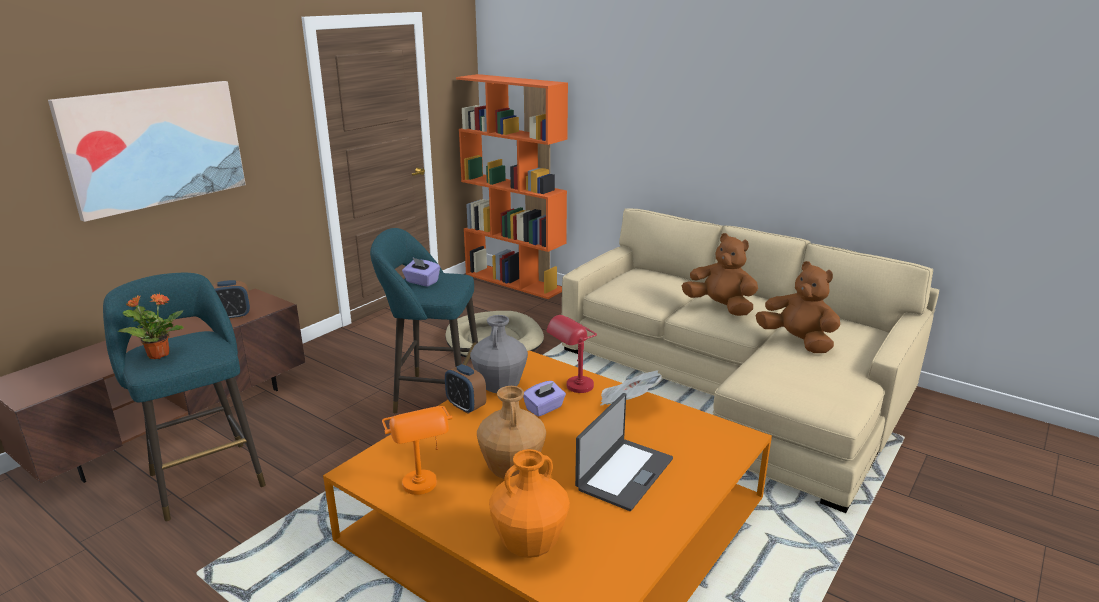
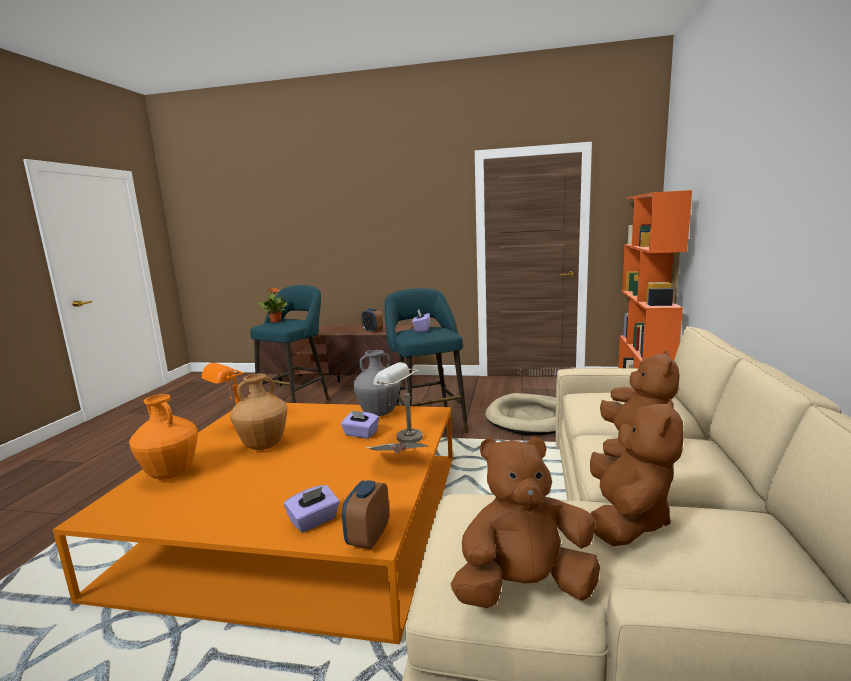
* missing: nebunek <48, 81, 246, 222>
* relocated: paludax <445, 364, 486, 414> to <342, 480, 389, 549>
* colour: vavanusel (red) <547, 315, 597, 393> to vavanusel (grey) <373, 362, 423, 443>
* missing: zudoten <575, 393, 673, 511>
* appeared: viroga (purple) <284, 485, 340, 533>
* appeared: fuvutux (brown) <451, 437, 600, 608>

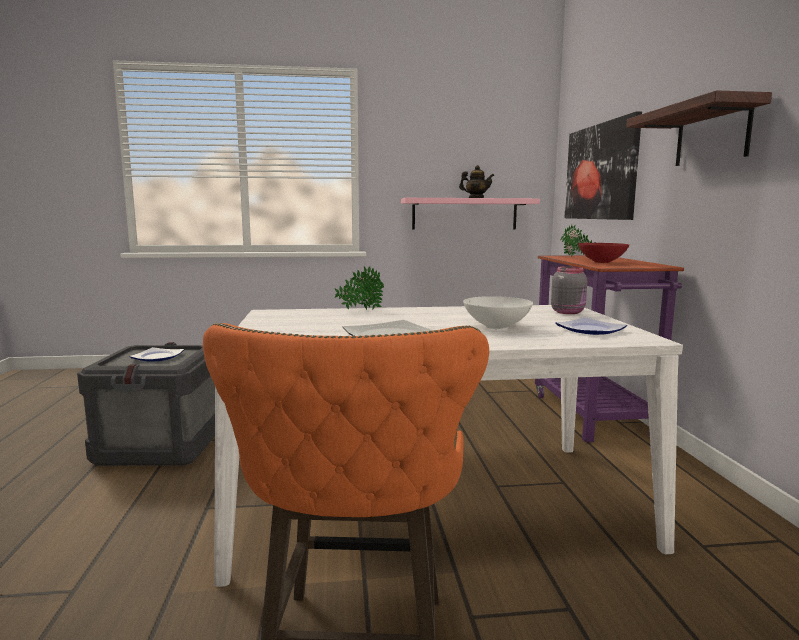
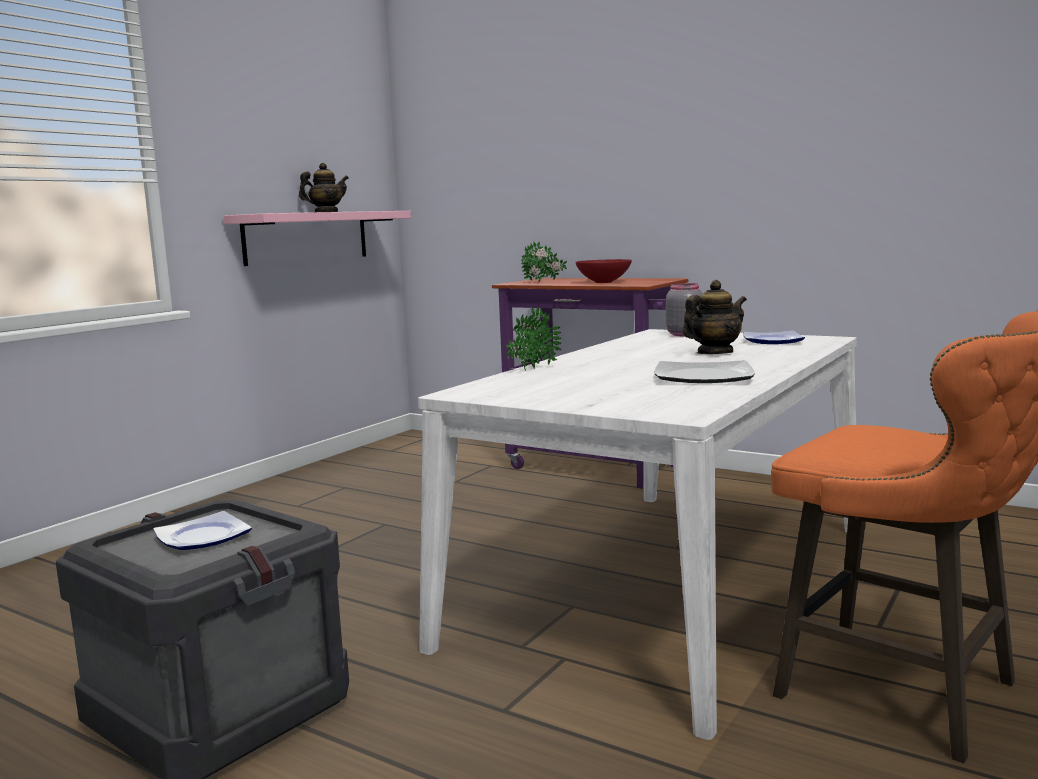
* exchanged: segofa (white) <463, 296, 533, 329> to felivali <683, 280, 747, 354>
* missing: nebunek <564, 111, 642, 220>
* missing: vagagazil <626, 90, 772, 166>

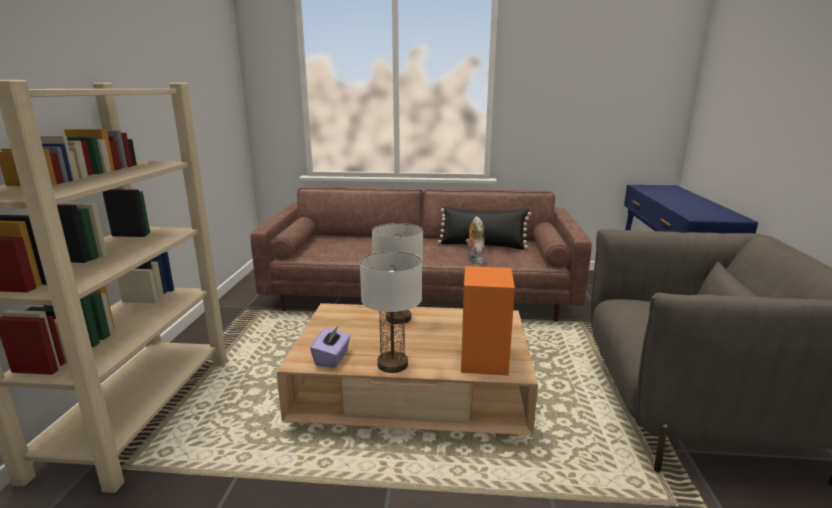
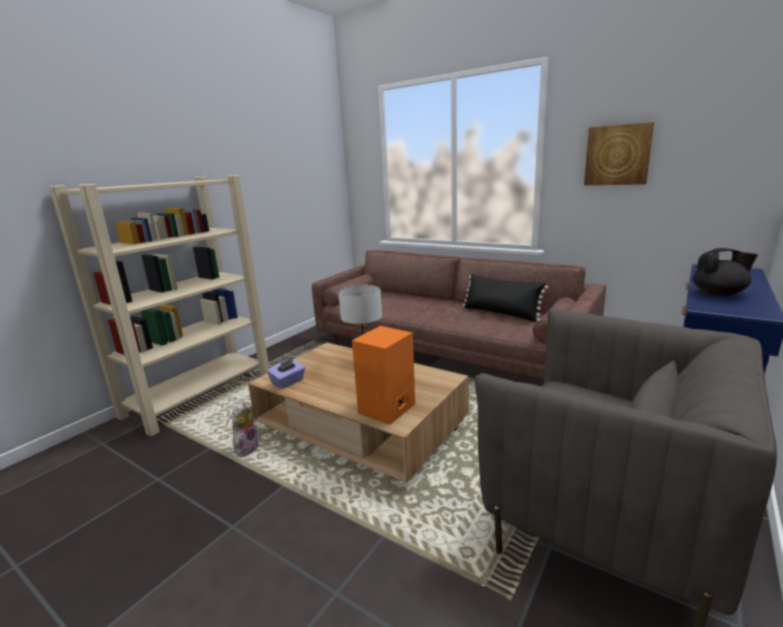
* missing: vavanusel <360, 251, 422, 373>
* relocated: fuvutux <466, 216, 486, 264> to <232, 402, 258, 457>
* appeared: nebunek <584, 122, 654, 185>
* appeared: felivali (black) <693, 248, 758, 296>

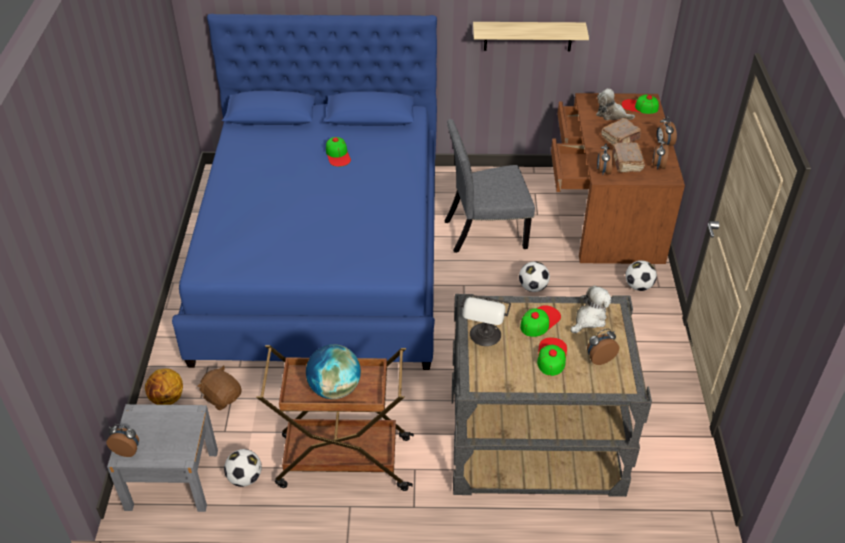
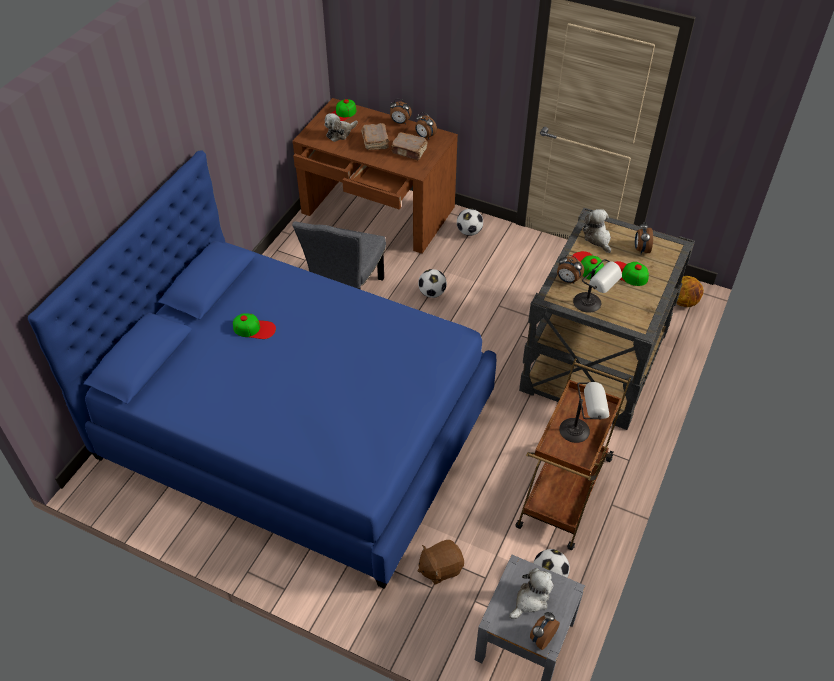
* relocated: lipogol <145, 369, 183, 405> to <676, 276, 704, 307>
* exchanged: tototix <306, 344, 361, 399> to vavanusel <559, 382, 609, 443>
* missing: vagagazil <473, 22, 589, 51>
* relocated: paludax <597, 143, 613, 175> to <557, 255, 584, 283>
* appeared: fuvutux <509, 568, 554, 619>

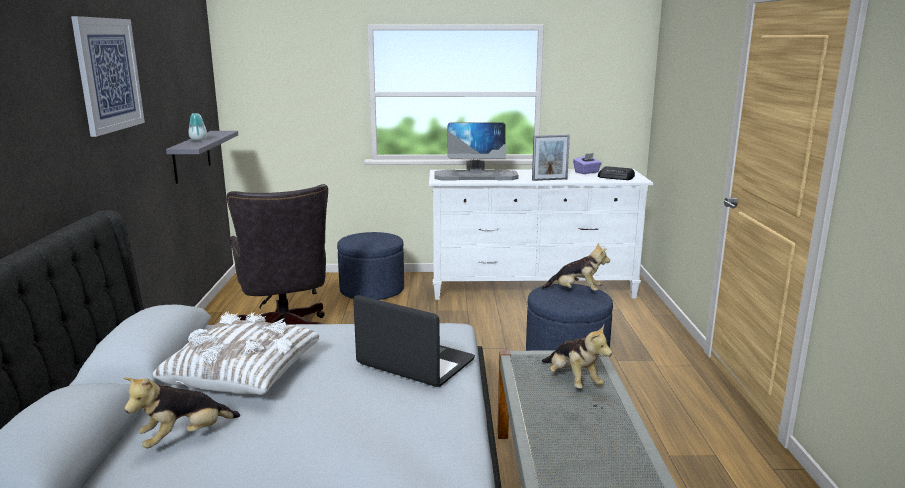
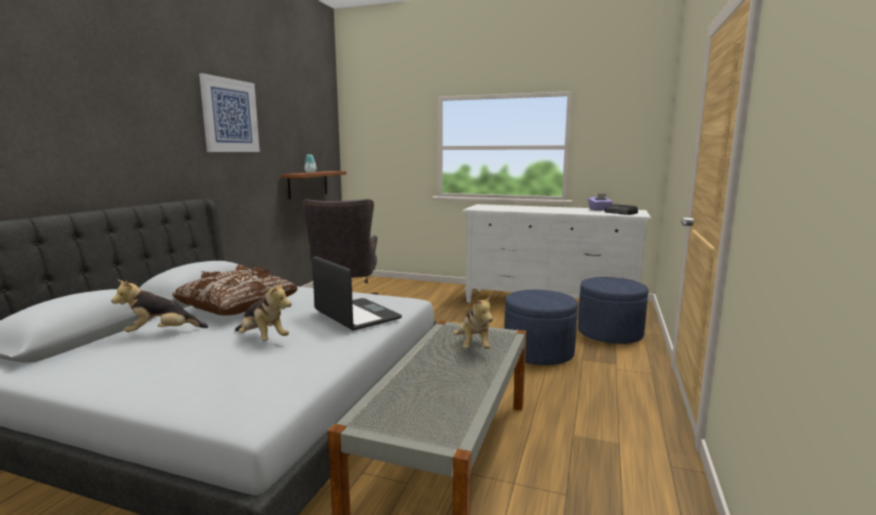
* colour: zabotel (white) <152, 311, 319, 395> to zabotel (brown) <172, 263, 298, 316>
* colour: vagagazil (grey) <166, 131, 238, 184> to vagagazil (brown) <281, 171, 346, 199>
* relocated: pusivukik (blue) <337, 232, 404, 300> to <578, 277, 649, 344>
* missing: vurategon <434, 122, 519, 181>
* missing: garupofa <532, 135, 570, 181>
* relocated: fuvutux <542, 243, 610, 291> to <235, 282, 292, 341>

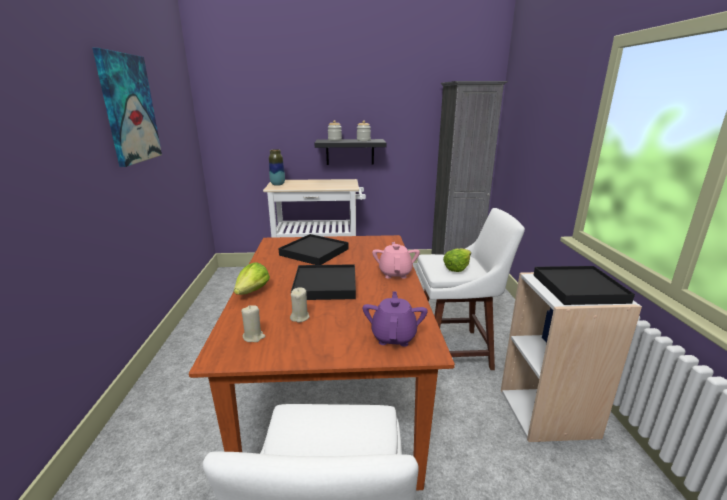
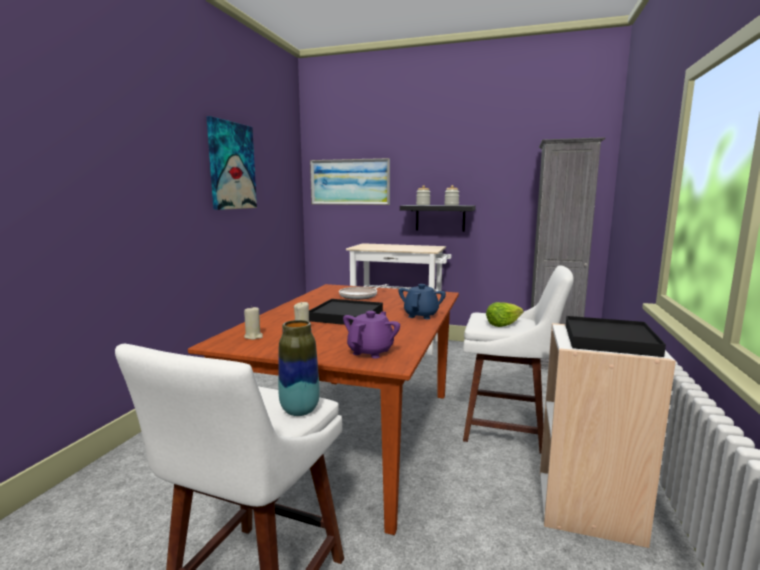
* missing: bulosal <234, 262, 270, 295>
* relocated: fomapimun <269, 149, 285, 186> to <278, 320, 320, 416>
* exchanged: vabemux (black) <278, 234, 349, 265> to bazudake <339, 284, 388, 300>
* colour: felivali (pink) <372, 242, 420, 279> to felivali (blue) <398, 284, 446, 319>
* appeared: nebunek <310, 158, 390, 205>

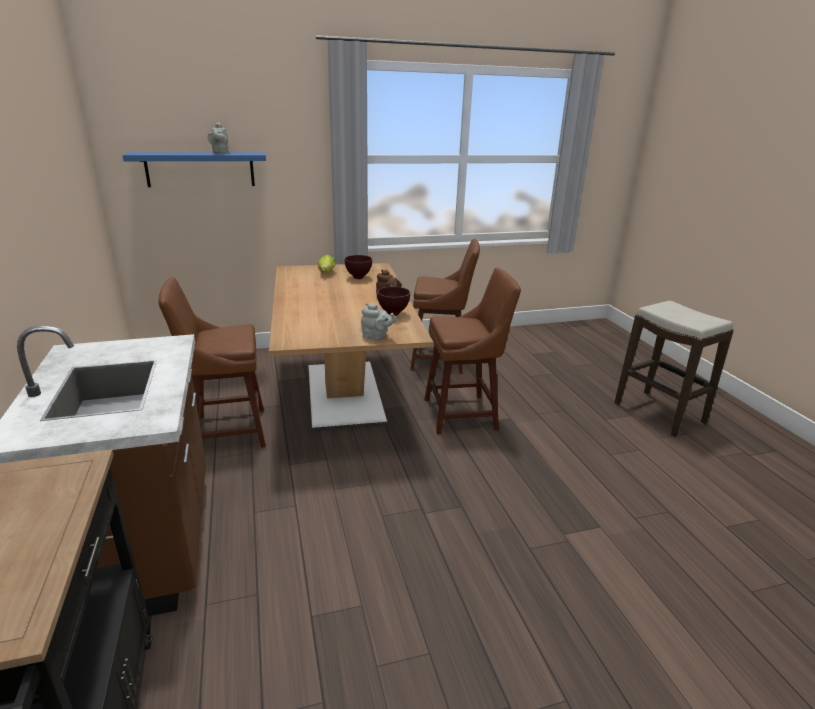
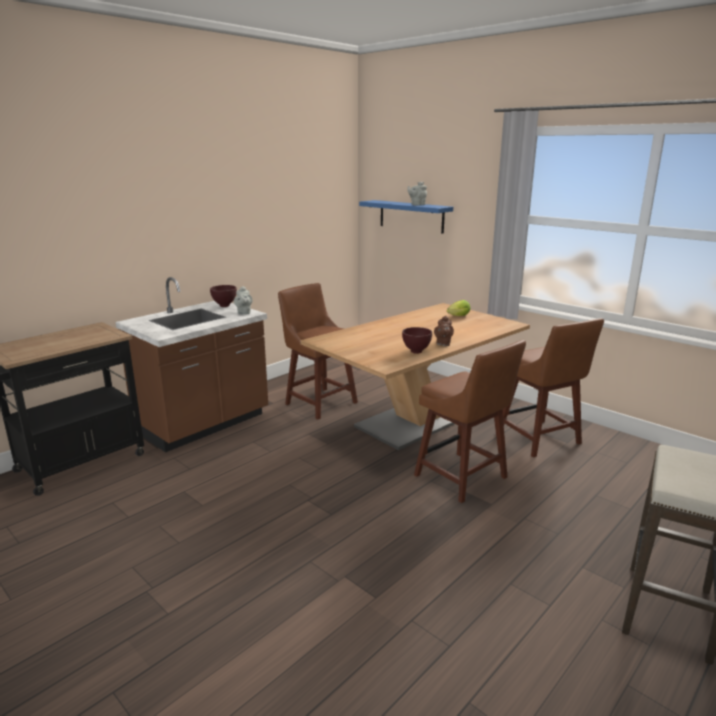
* relocated: segofa (brown) <344, 255, 372, 279> to <210, 285, 237, 307>
* relocated: felivali (grey) <361, 303, 397, 340> to <234, 286, 253, 314>

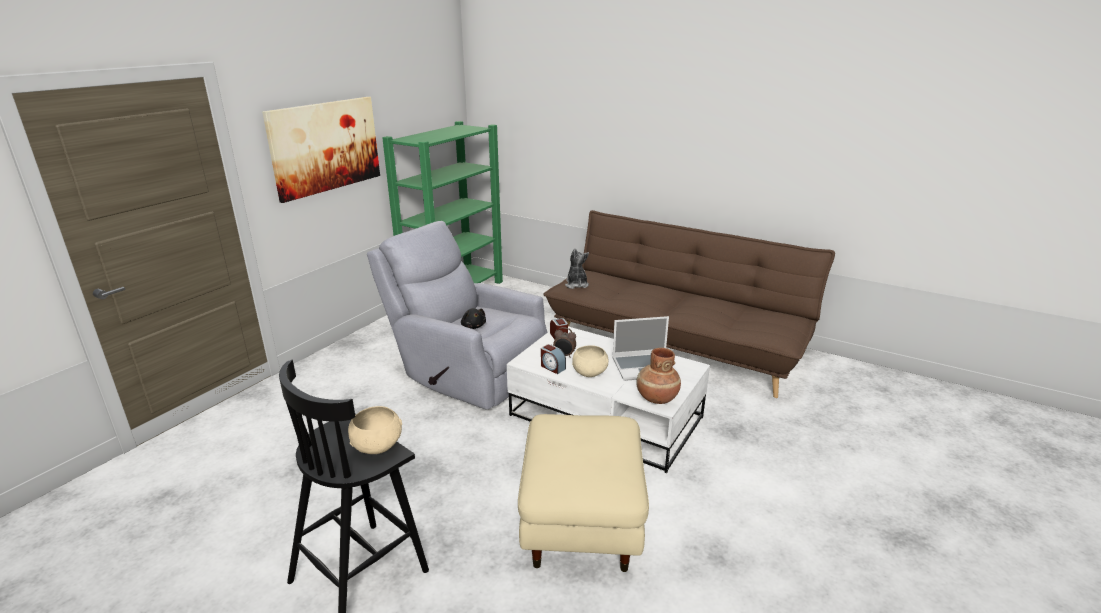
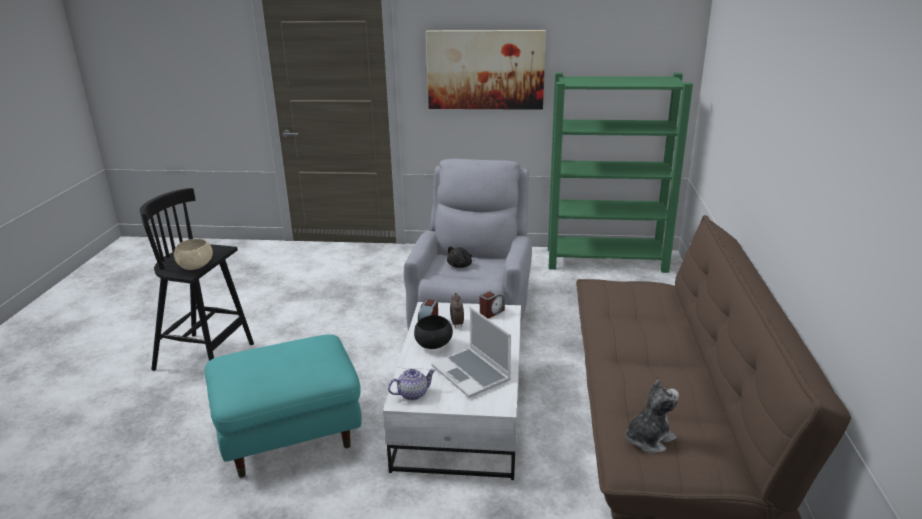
* colour: pusivukik (beige) <518, 414, 649, 572> to pusivukik (turquoise) <205, 334, 362, 477>
* relocated: fuvutux <565, 248, 589, 289> to <626, 379, 679, 453>
* colour: segofa (beige) <572, 345, 609, 377> to segofa (black) <414, 315, 453, 349>
* exchanged: fomapimun (brown) <636, 348, 681, 404> to felivali <388, 369, 436, 400>

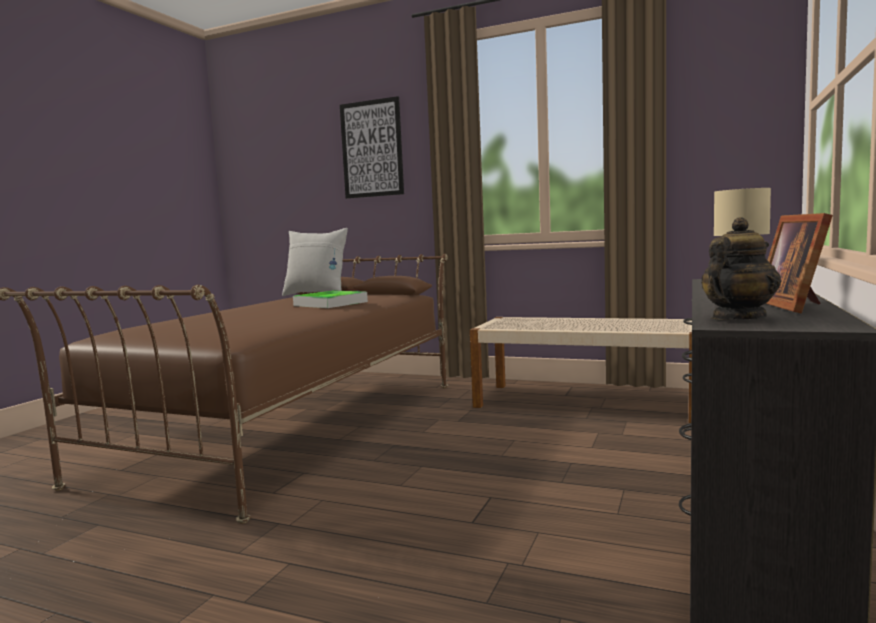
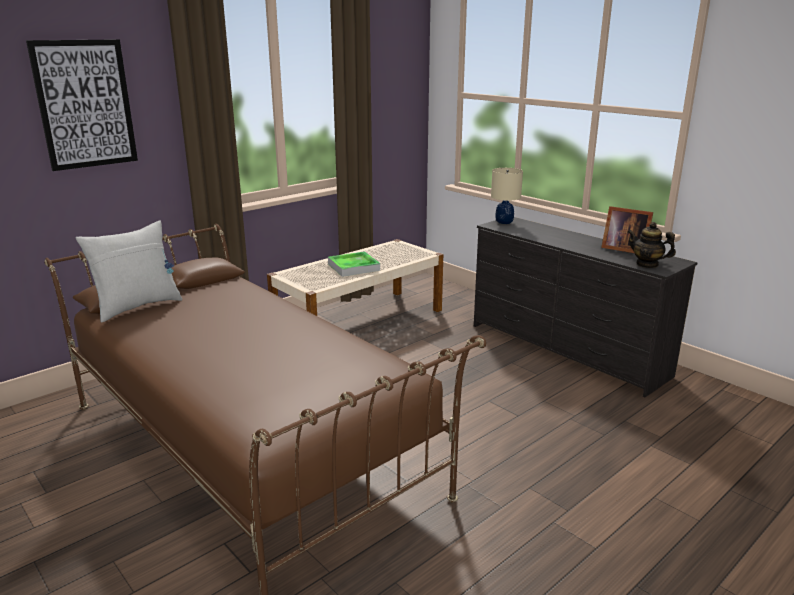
* relocated: vabemux <293, 290, 368, 308> to <328, 251, 380, 277>
* spun: felivali <701, 217, 781, 320> = <628, 222, 676, 268> 45 degrees counterclockwise

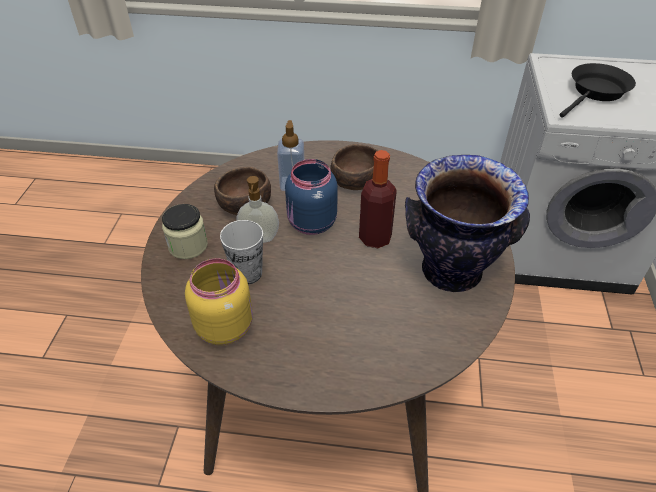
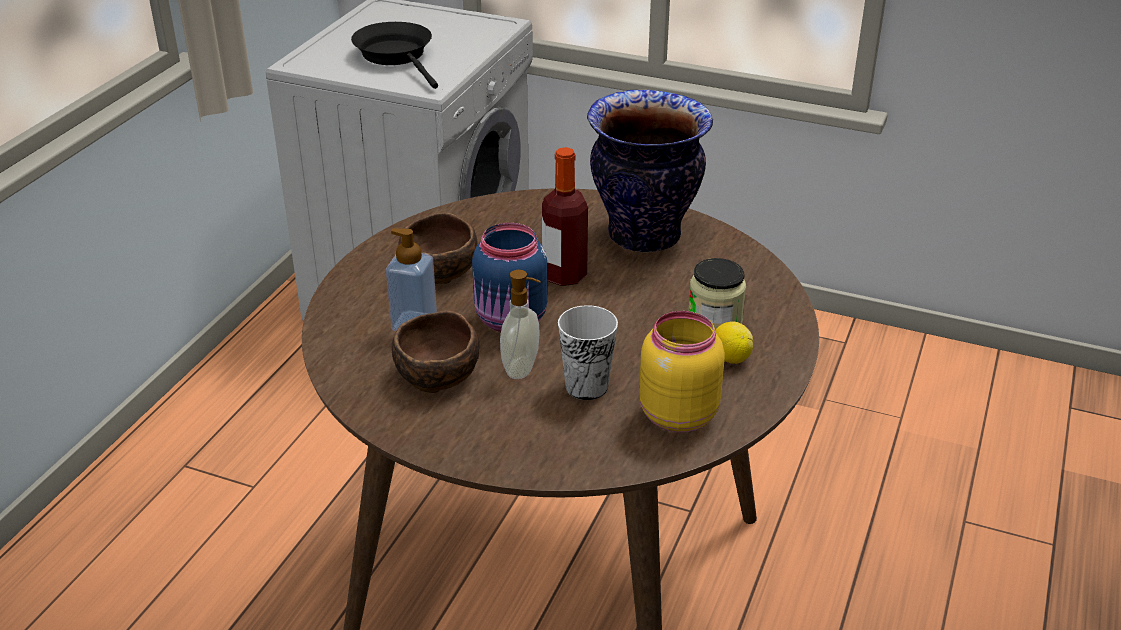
* relocated: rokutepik <162, 204, 208, 259> to <688, 258, 746, 330>
* appeared: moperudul <715, 321, 753, 364>

